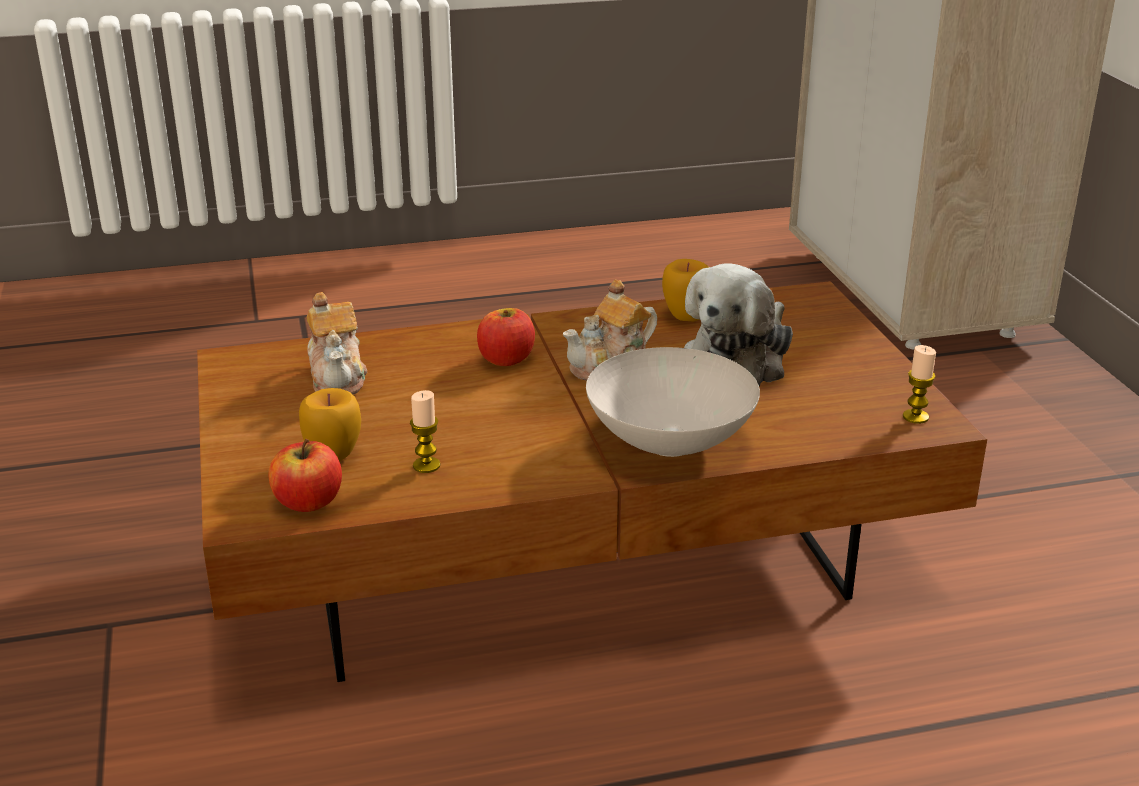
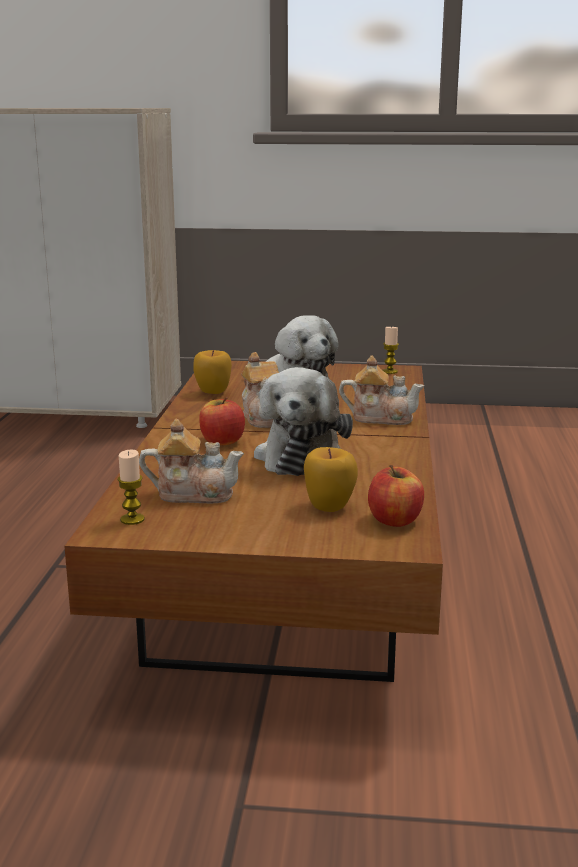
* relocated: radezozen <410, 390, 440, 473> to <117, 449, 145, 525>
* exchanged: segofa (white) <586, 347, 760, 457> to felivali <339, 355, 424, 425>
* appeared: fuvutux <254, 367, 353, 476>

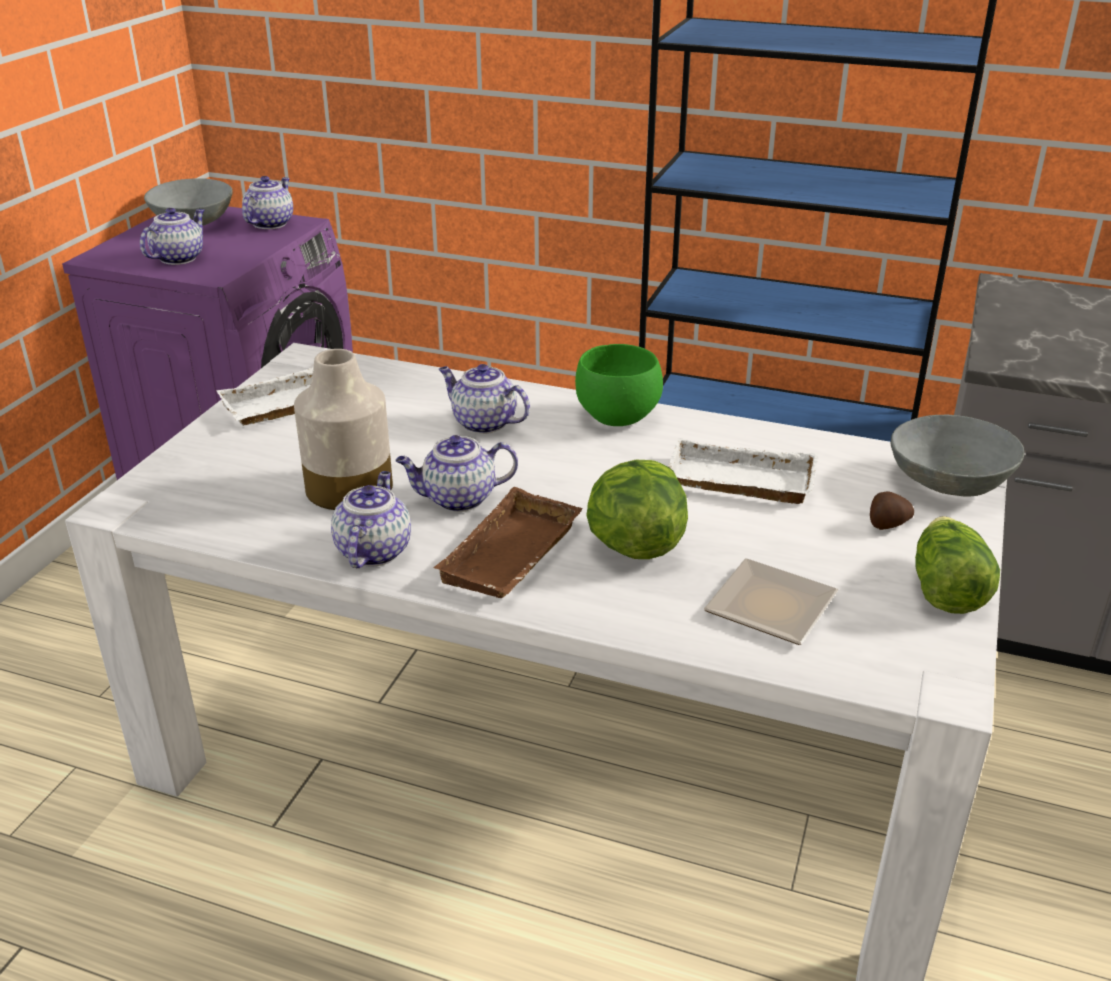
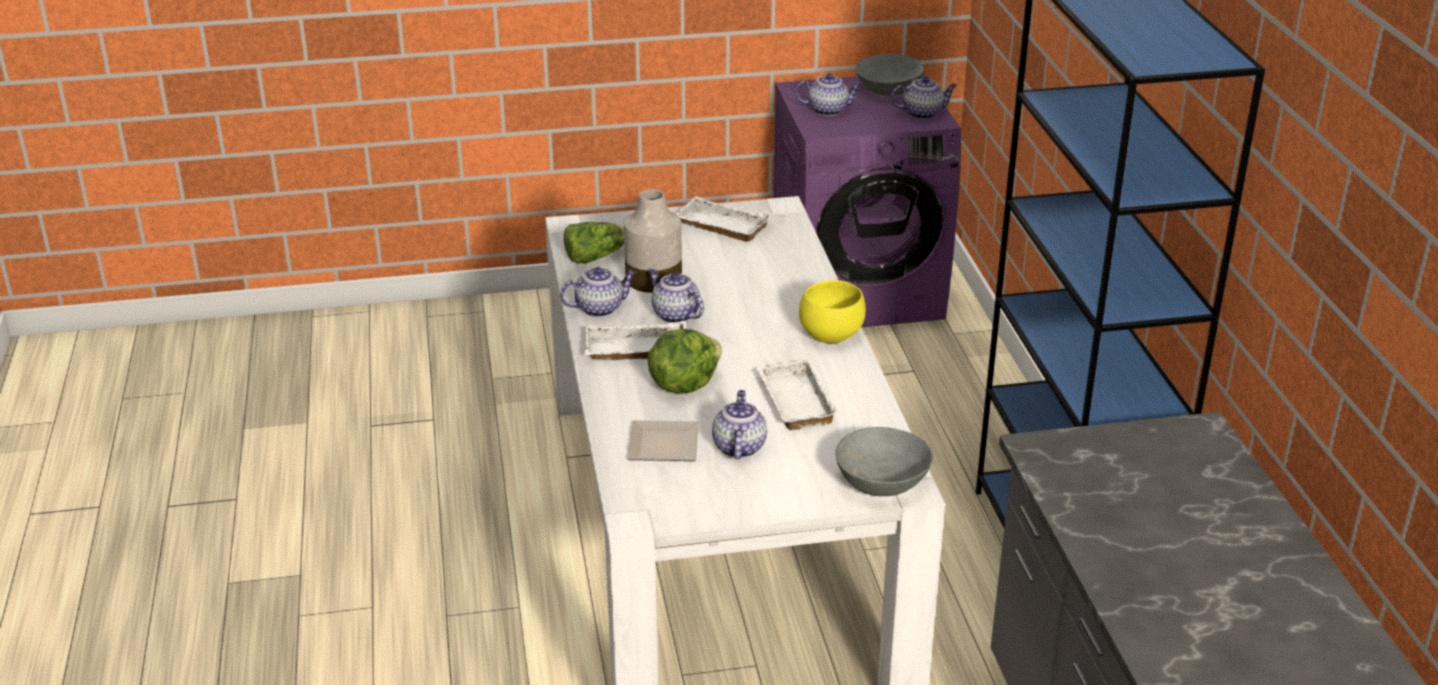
* colour: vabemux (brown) <433, 487, 583, 598> to vabemux (white) <585, 321, 686, 360>
* relocated: felivali <439, 364, 530, 434> to <712, 390, 767, 459>
* colour: segofa (green) <575, 344, 663, 426> to segofa (yellow) <799, 280, 866, 343>
* missing: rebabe <870, 491, 914, 530>
* relocated: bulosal <915, 516, 1000, 614> to <564, 221, 624, 264>

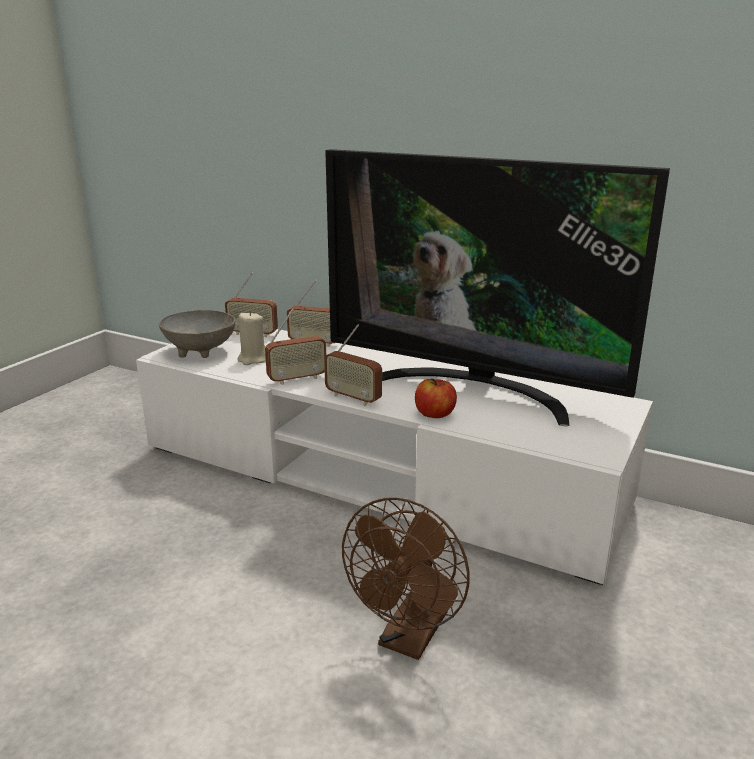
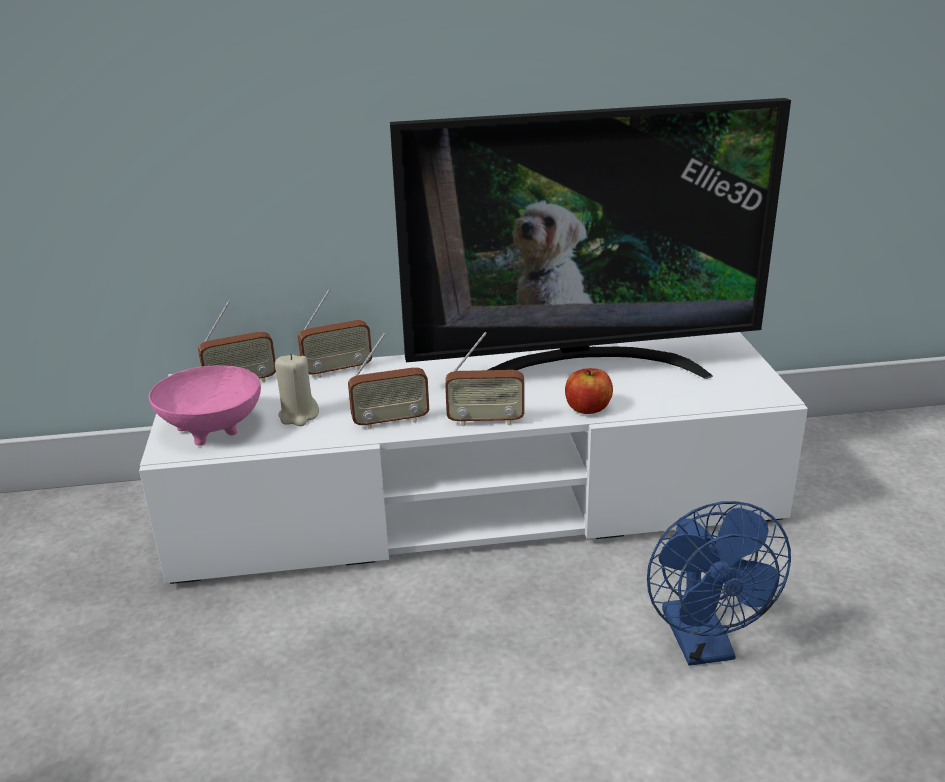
* colour: segofa (grey) <159, 310, 235, 358> to segofa (pink) <148, 365, 261, 446>
* spun: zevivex <265, 308, 326, 385> = <348, 333, 429, 430> 45 degrees clockwise
* colour: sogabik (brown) <342, 498, 470, 660> to sogabik (blue) <647, 501, 791, 666>

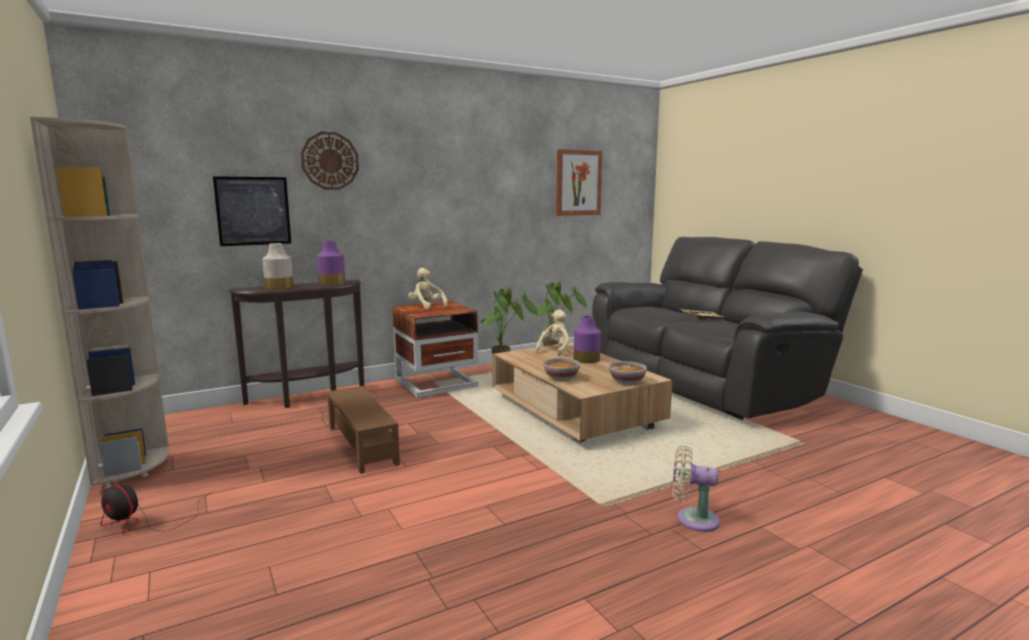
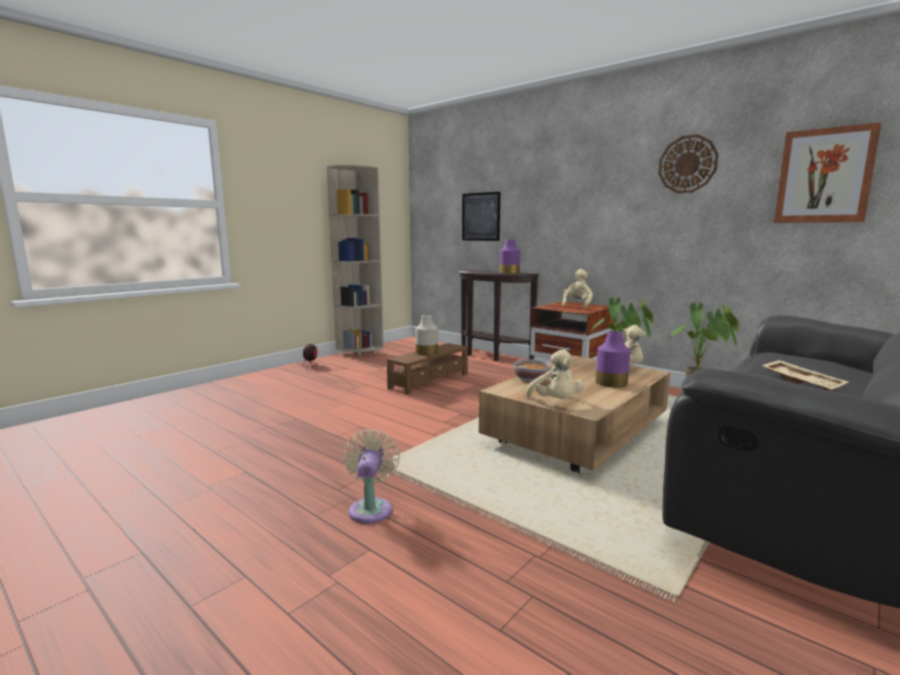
* relocated: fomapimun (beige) <262, 243, 294, 290> to <415, 315, 438, 355>
* relocated: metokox <301, 132, 359, 190> to <658, 134, 719, 193>
* exchanged: segofa <609, 361, 647, 384> to fuvutux (beige) <526, 349, 584, 399>

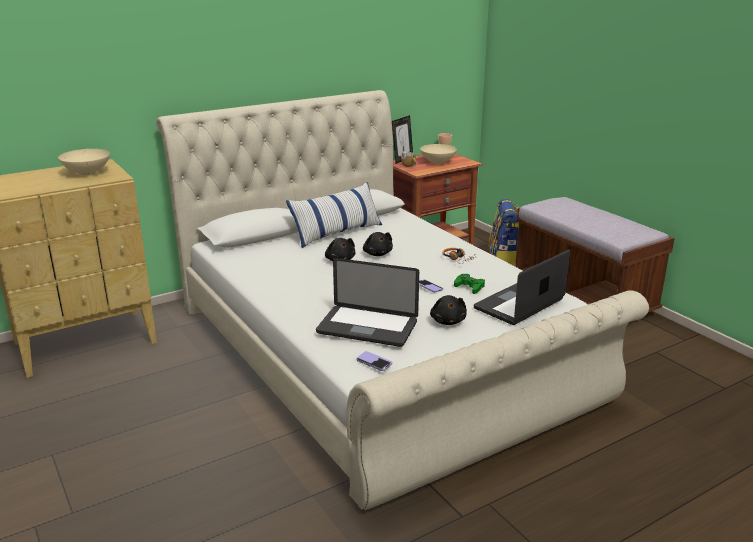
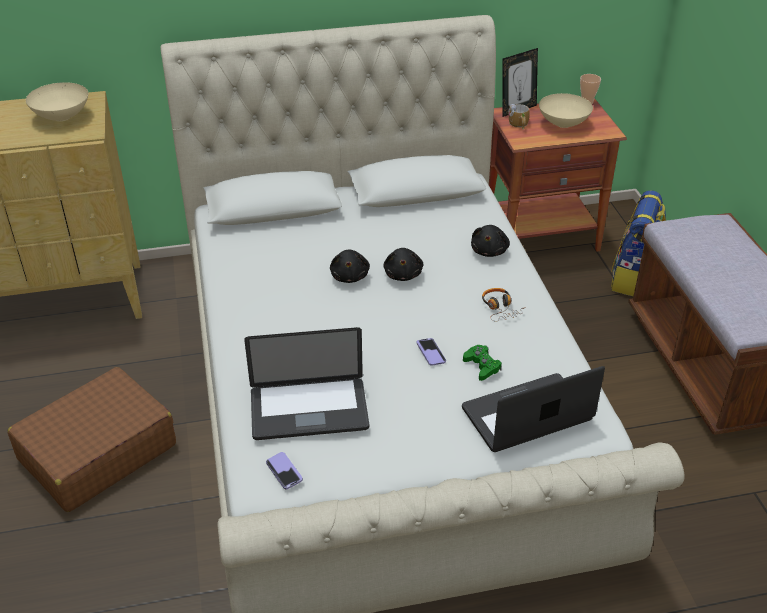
* missing: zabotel <286, 182, 382, 248>
* spun: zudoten <316, 258, 419, 347> = <244, 327, 369, 440> 45 degrees counterclockwise
* relocated: fuvutux (black) <430, 295, 467, 325> to <471, 225, 510, 257>
* appeared: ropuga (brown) <7, 367, 176, 512>

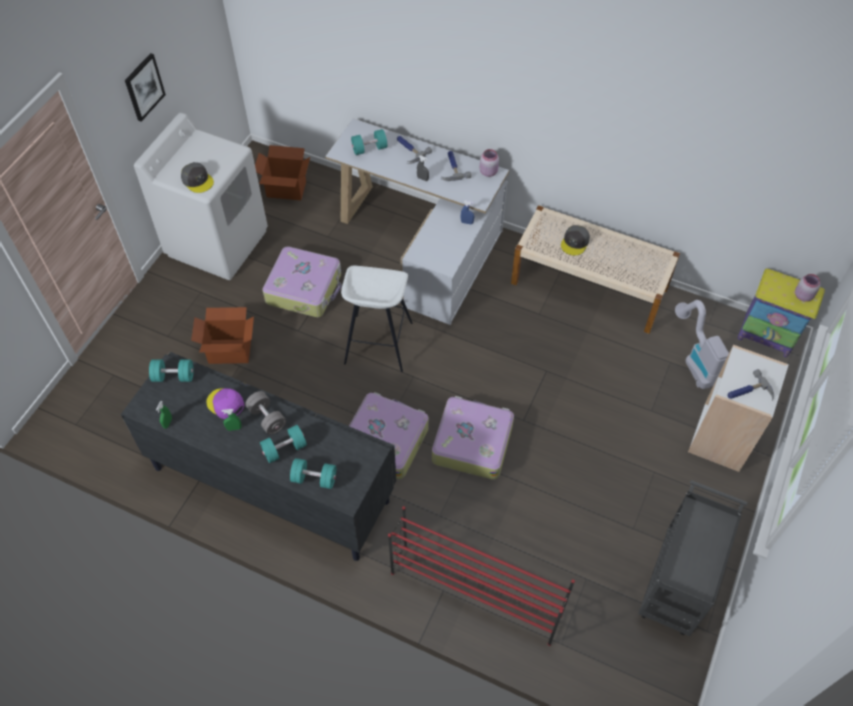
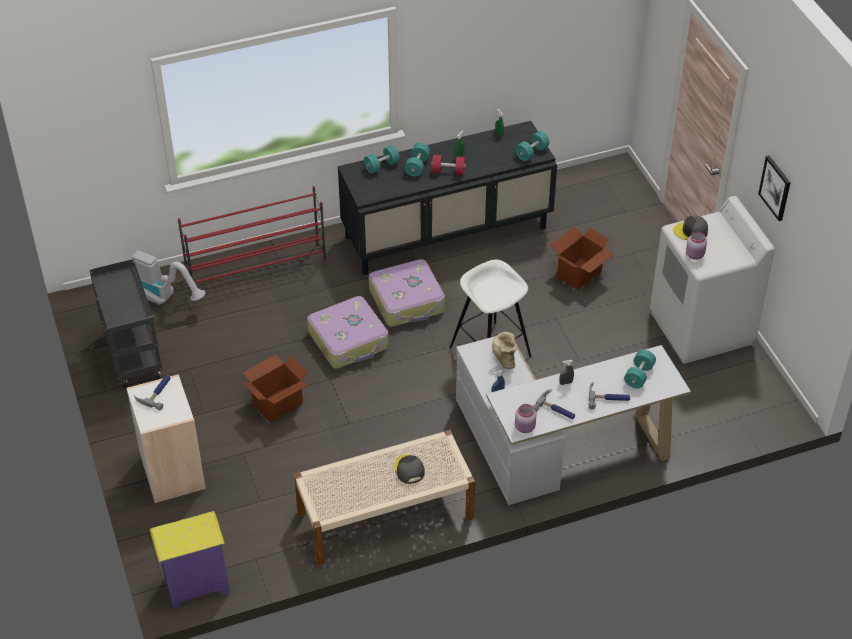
* missing: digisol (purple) <206, 388, 244, 419>
* colour: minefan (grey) <245, 391, 286, 435> to minefan (red) <431, 155, 466, 175>
* relocated: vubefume <255, 145, 310, 200> to <243, 354, 308, 422>
* missing: ropuga <262, 246, 342, 317>
* relocated: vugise <675, 300, 729, 389> to <131, 250, 206, 305>
* relocated: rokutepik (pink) <795, 274, 821, 302> to <686, 232, 707, 260>
* appeared: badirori <492, 332, 517, 369>

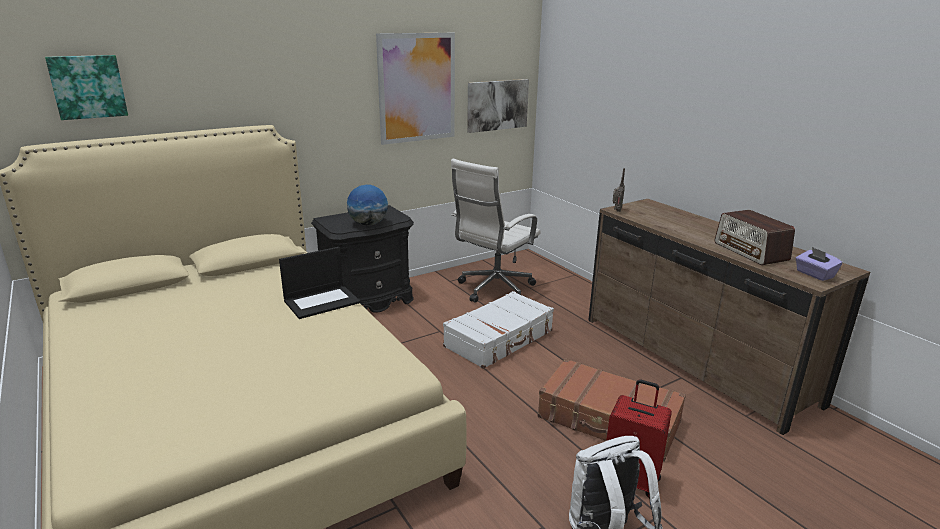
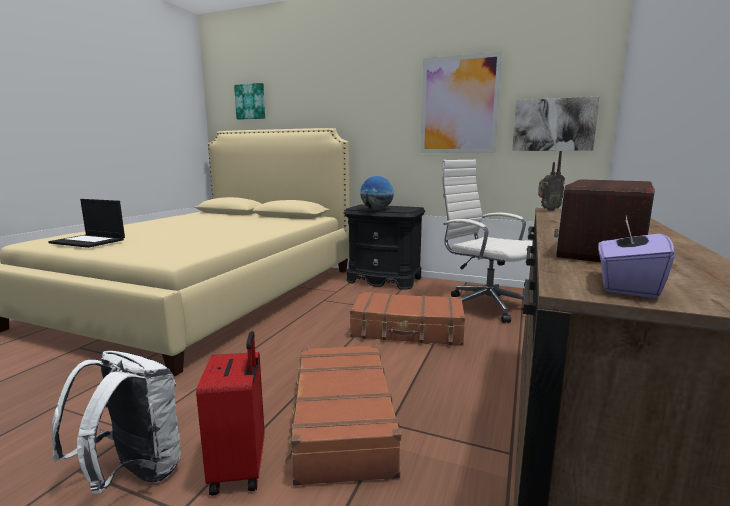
* relocated: zudoten <279, 247, 361, 319> to <48, 199, 125, 248>
* colour: ropuga (white) <443, 291, 554, 369> to ropuga (brown) <350, 291, 465, 346>
* spun: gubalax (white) <451, 159, 541, 303> = <442, 159, 533, 323> 45 degrees clockwise

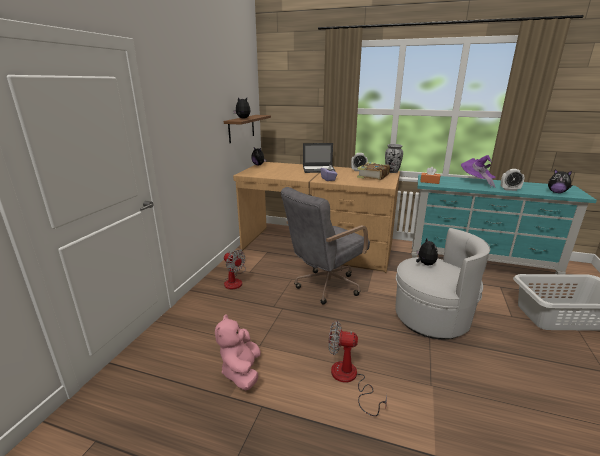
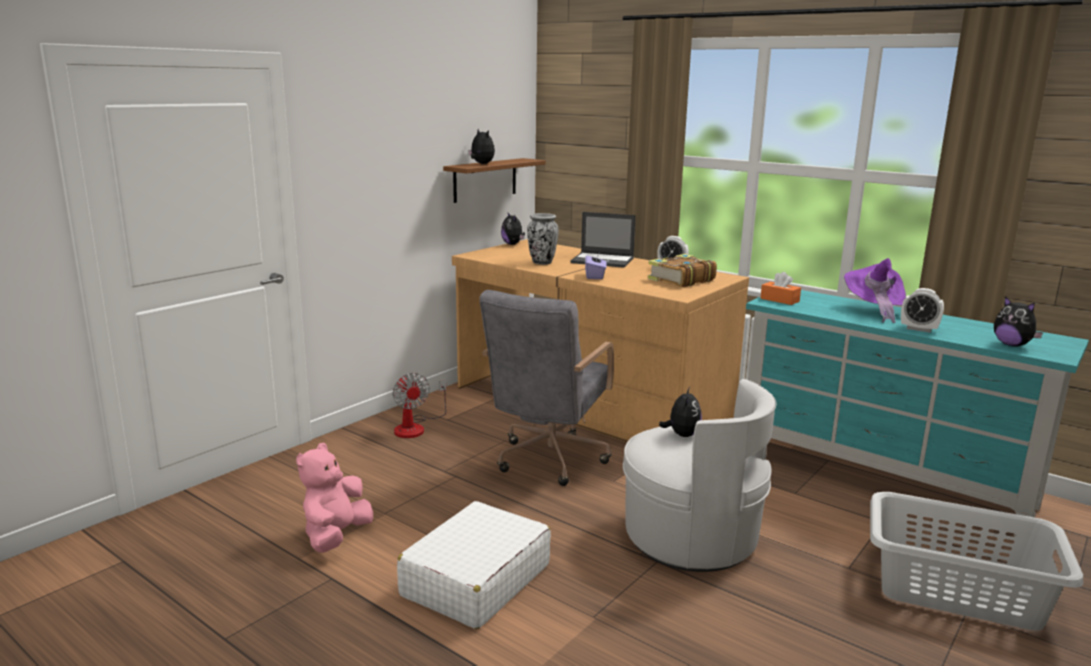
* spun: gubalax (grey) <281, 187, 370, 305> = <479, 290, 614, 486> 45 degrees counterclockwise
* exchanged: sogabik <329, 321, 387, 416> to ropuga (white) <397, 501, 551, 629>
* relocated: fomapimun <385, 144, 403, 173> to <527, 213, 559, 265>

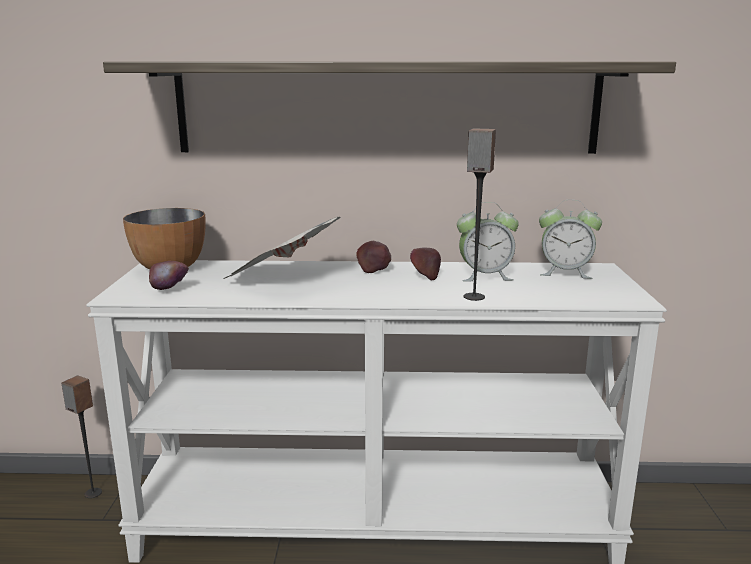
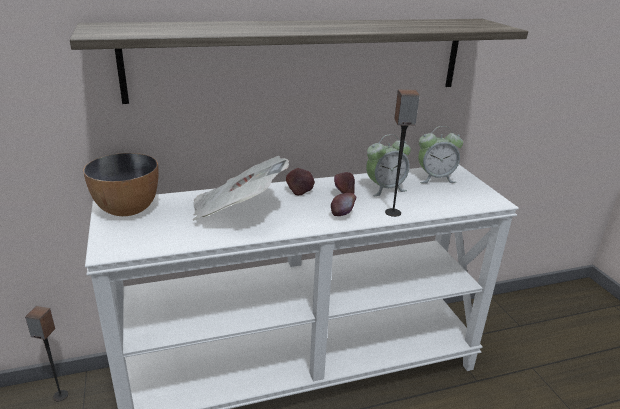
* relocated: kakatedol <149, 261, 189, 290> to <331, 193, 356, 216>

